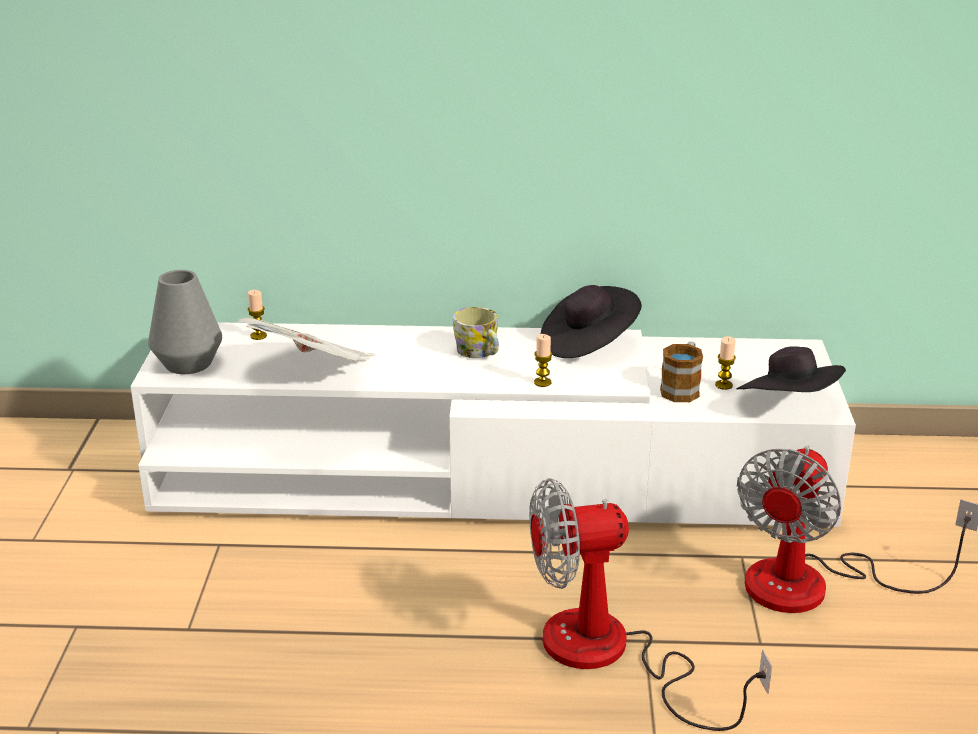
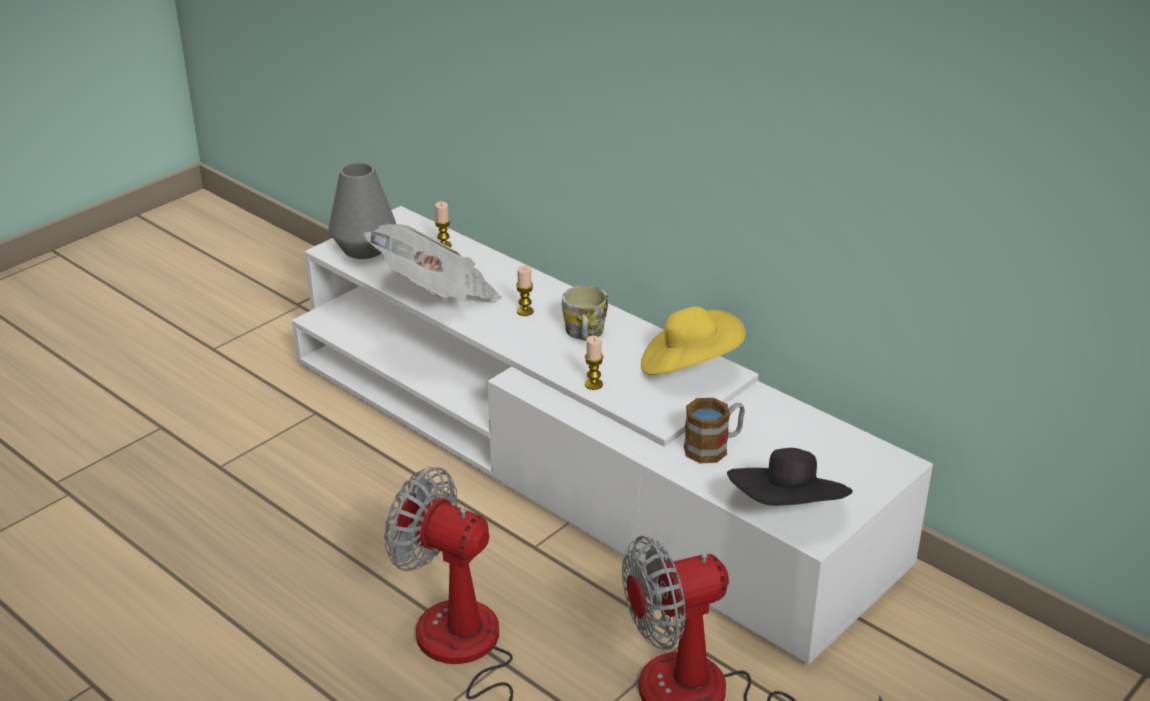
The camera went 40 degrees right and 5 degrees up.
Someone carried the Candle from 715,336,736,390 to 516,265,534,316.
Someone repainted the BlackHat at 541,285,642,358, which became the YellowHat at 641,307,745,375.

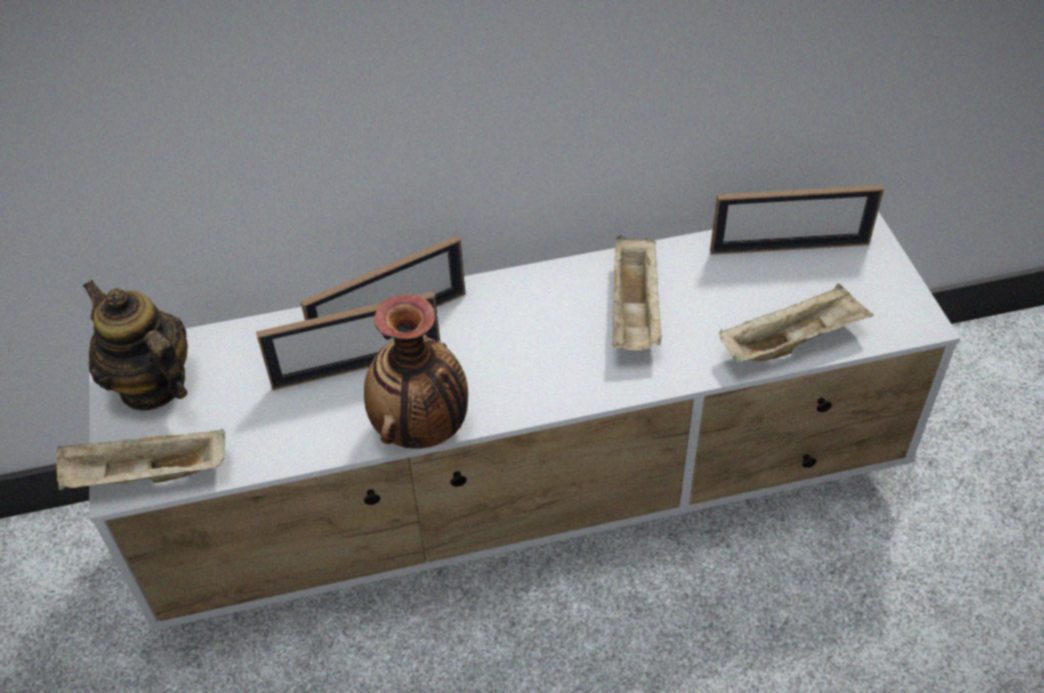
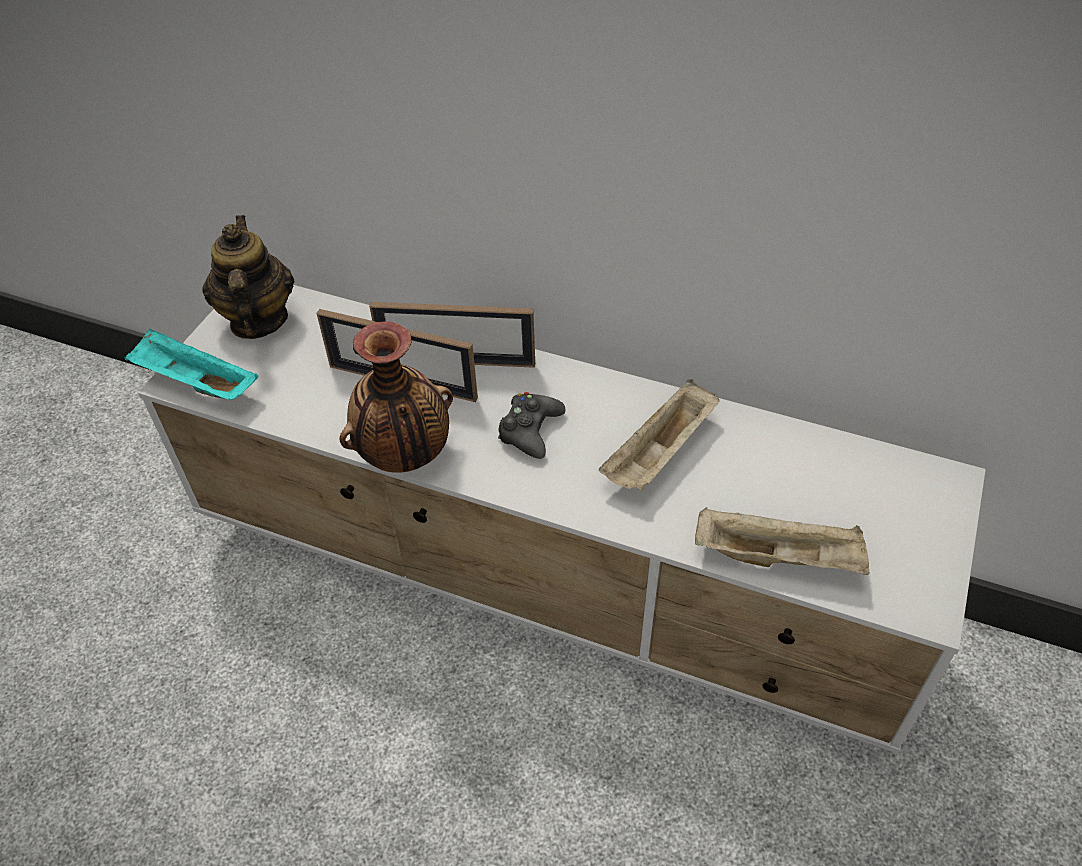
The camera went 35 degrees right and 0 degrees up.
Someone repainted the BeigeTray at 56,429,225,490, which became the TurquoiseTray at 125,328,258,400.
Someone put down the BlackGameController at 498,392,566,459.
Someone took away the PictureFrame at 710,185,884,255.

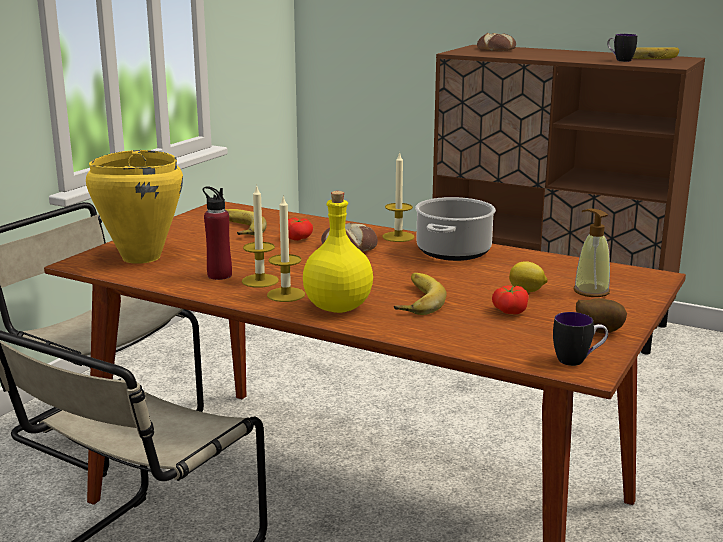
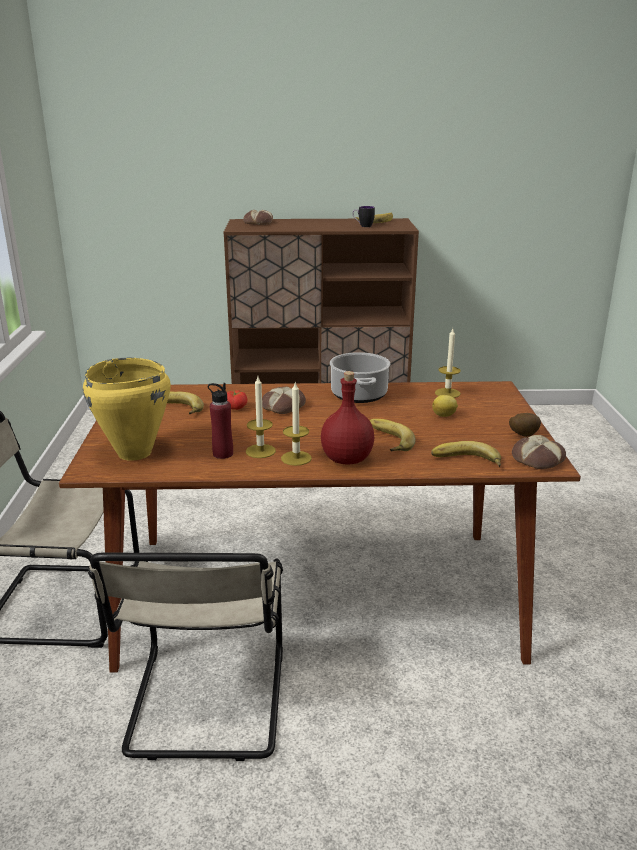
The camera went 30 degrees left and 5 degrees up.
Someone repainted the YellowBottle at 303,191,373,313, which became the RedBottle at 321,371,374,464.
Someone put down the Banana at 431,441,501,467.
Someone carried the Candle from 382,152,415,242 to 435,329,461,398.
Someone swapped the Mug at 553,312,608,366 for the Bread at 512,435,566,469.
Someone took away the Tomato at 492,285,529,315.
Someone took away the SoapDispenser at 574,208,610,297.

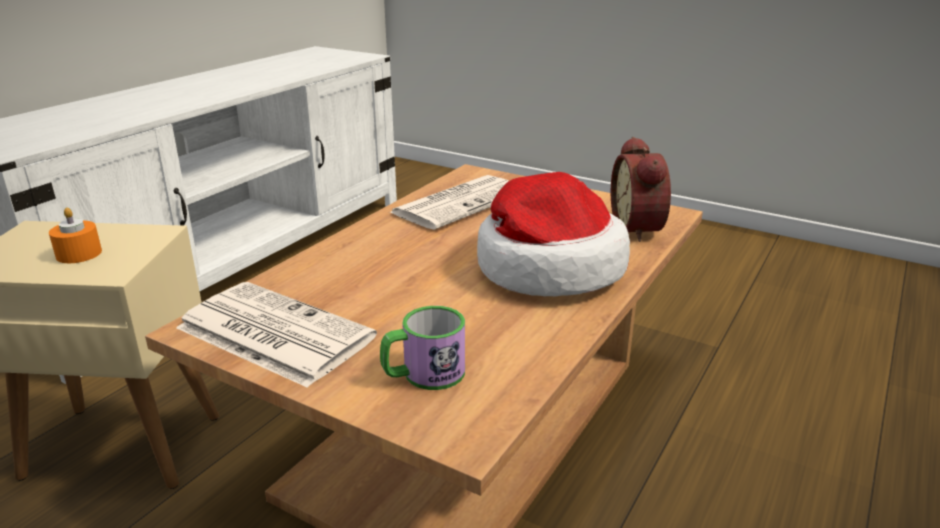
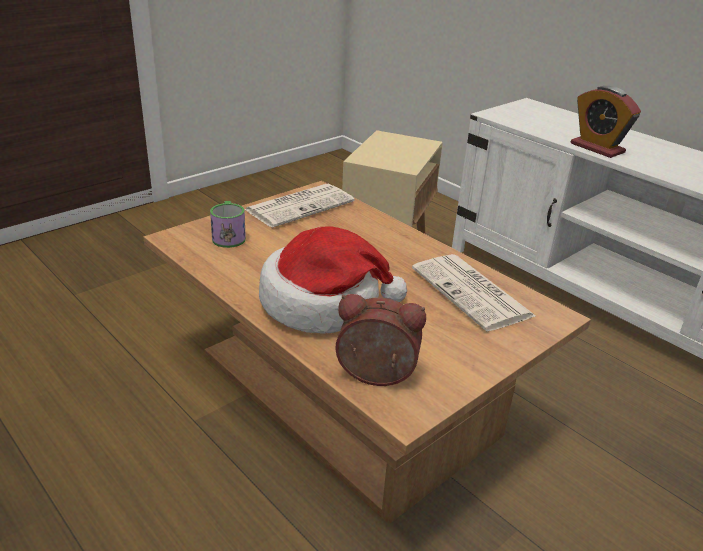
The camera went 105 degrees right and 5 degrees up.
Someone put down the AlarmClock at 571,86,641,158.
Someone took away the OrangeCandle at 49,207,102,263.

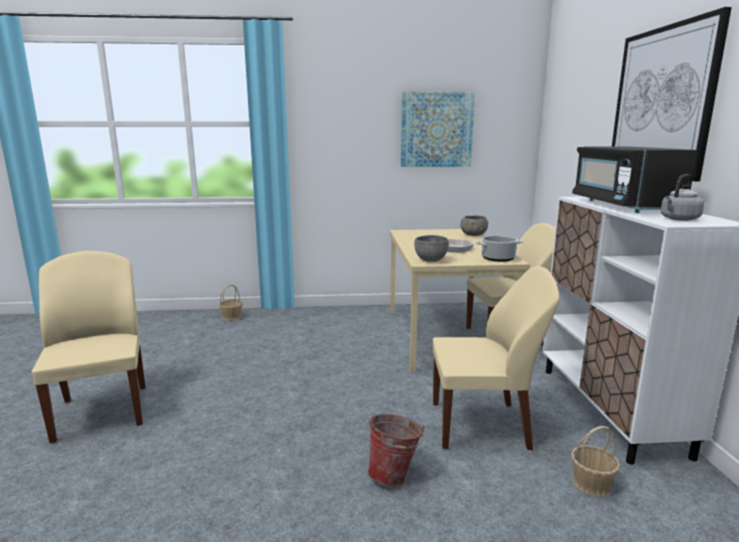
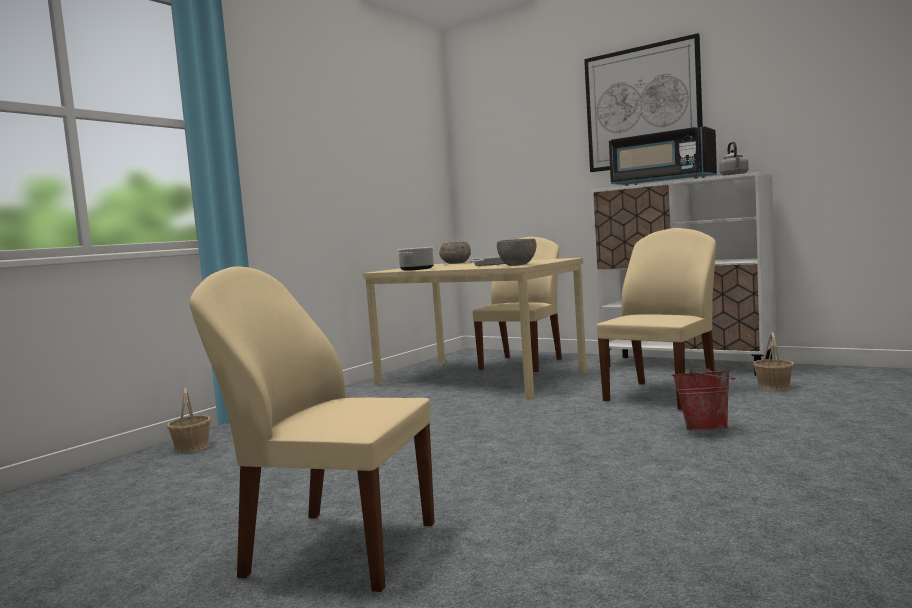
The camera went 50 degrees left and 10 degrees down.
Someone carried the CookingPot from 475,235,523,262 to 397,247,434,271.
Someone took away the Picture at 401,92,475,167.

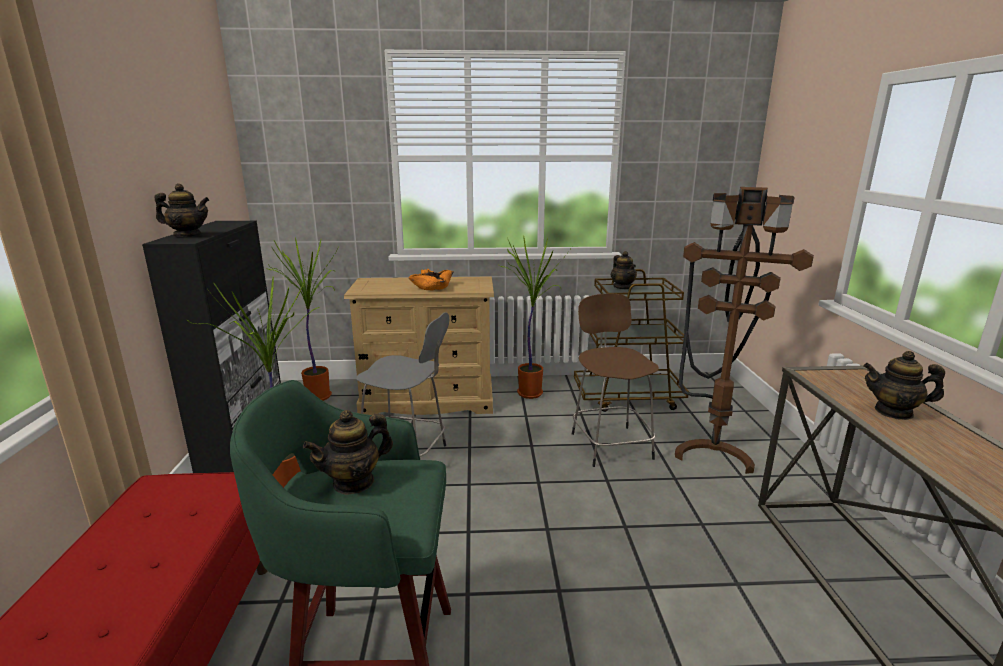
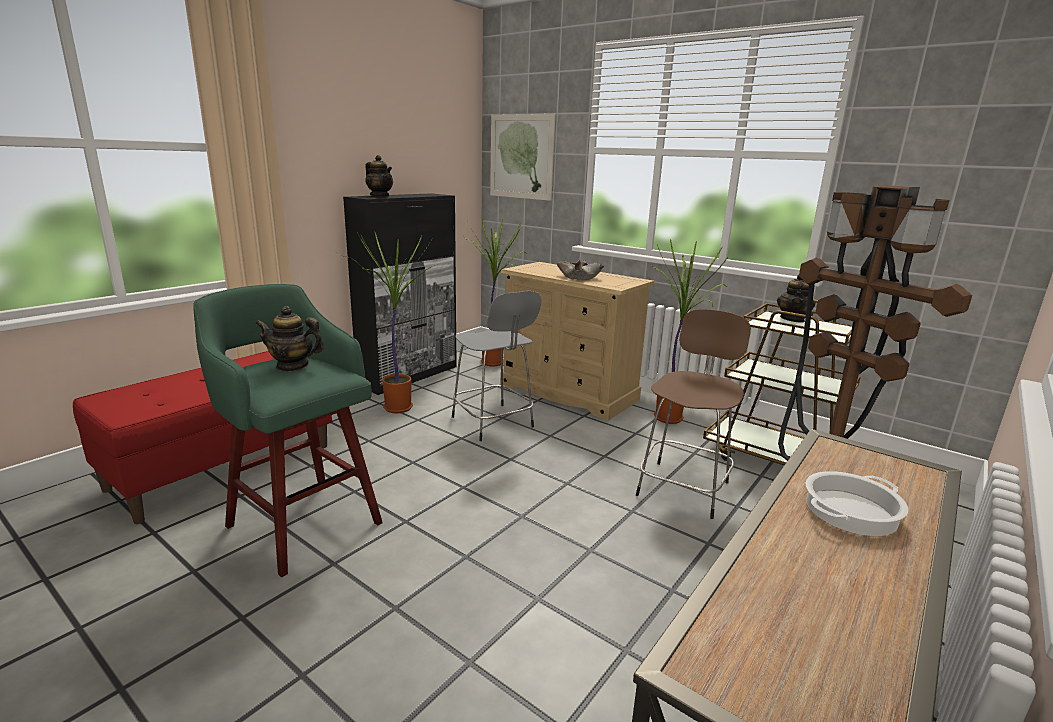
The camera went 40 degrees right and 0 degrees up.
Someone put up the Picture at 490,114,555,201.
Someone repainted the OrangeBowl at 409,269,454,291, which became the BeigeBowl at 557,260,604,280.
Someone swapped the Teapot at 863,351,945,420 for the CookingPot at 805,471,908,536.

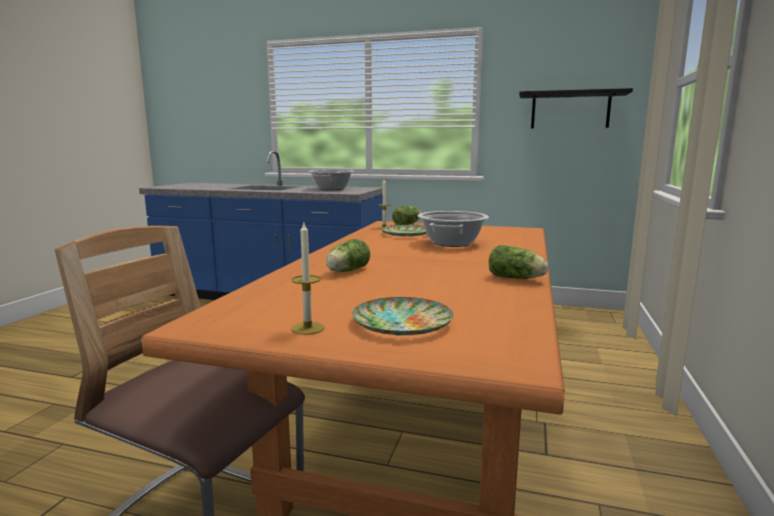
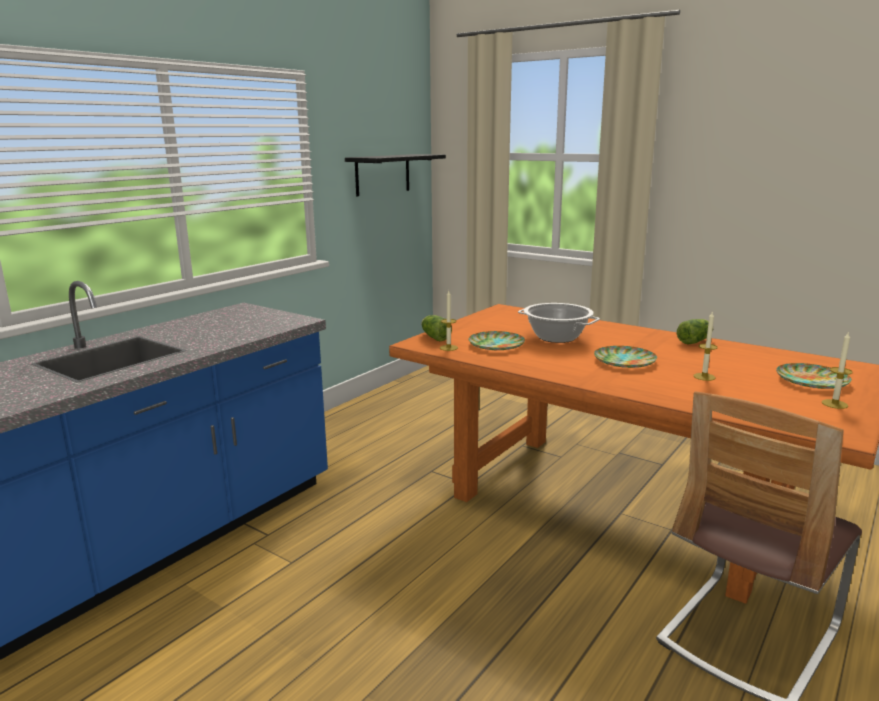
The camera went 70 degrees left and 5 degrees up.
Someone put down the Plate at 594,346,657,368.
Someone put down the Candle at 693,312,718,381.
Someone took away the CookingPot at 309,170,354,190.
Someone took away the Lettuce at 326,239,370,272.

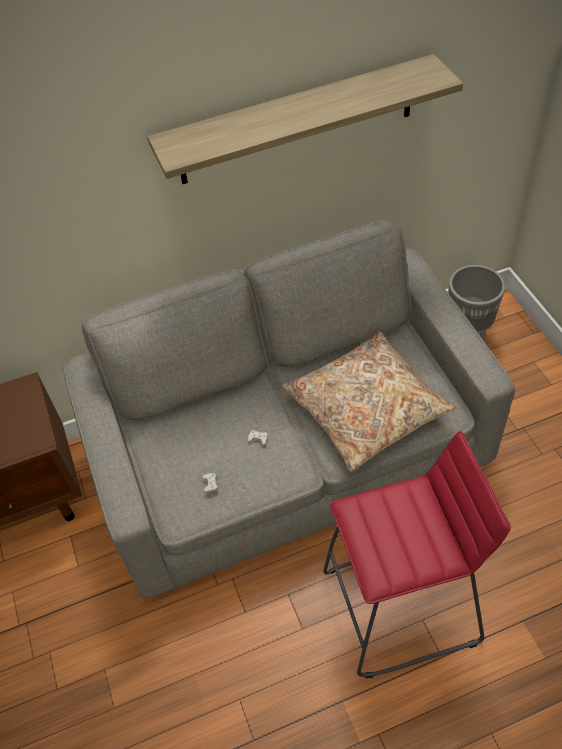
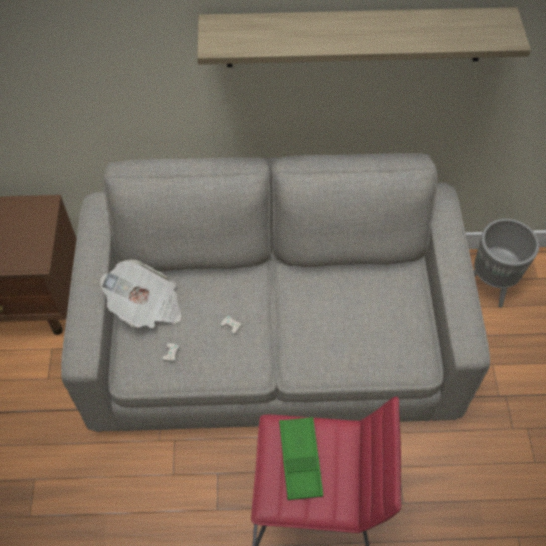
The camera went 15 degrees right and 5 degrees up.
Someone put down the Newspaper at 100,260,181,328.
Someone put down the GreenTray at 279,417,323,500.
Someone took away the BeigePillow at 282,331,456,472.

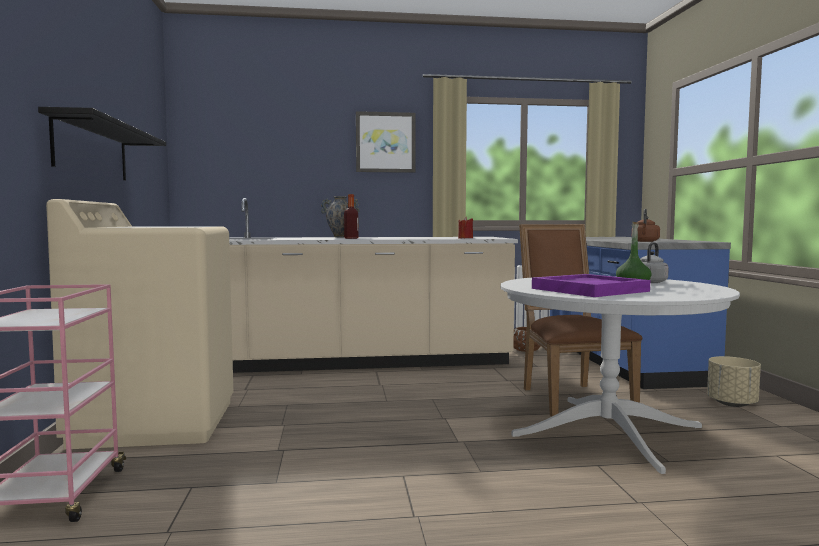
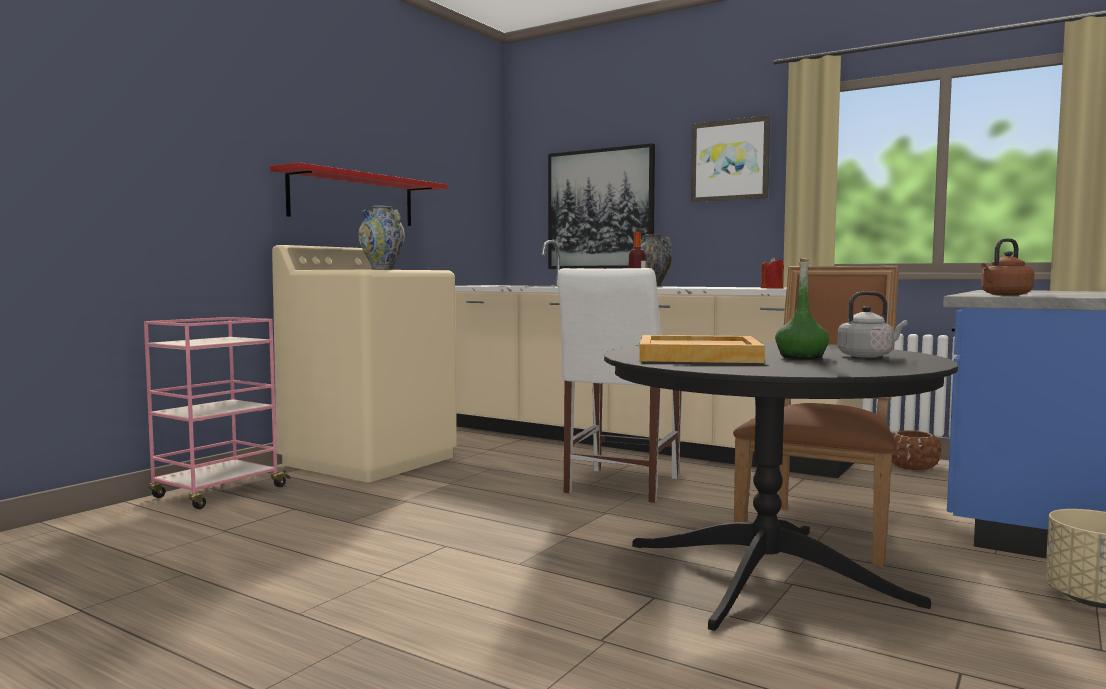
The camera went 40 degrees right and 0 degrees up.
Someone repainted the BlackShelf at 38,107,166,180, which became the RedShelf at 270,162,447,226.
Someone put down the Vase at 358,206,405,270.
Someone put up the Picture at 548,143,655,269.
Someone put down the WhiteChair at 557,268,682,503.
Someone repainted the WhiteDiningTable at 500,276,740,474, which became the BlackDiningTable at 604,342,958,631.
Someone repainted the PurpleTray at 532,274,650,297, which became the BeigeTray at 639,335,765,363.

